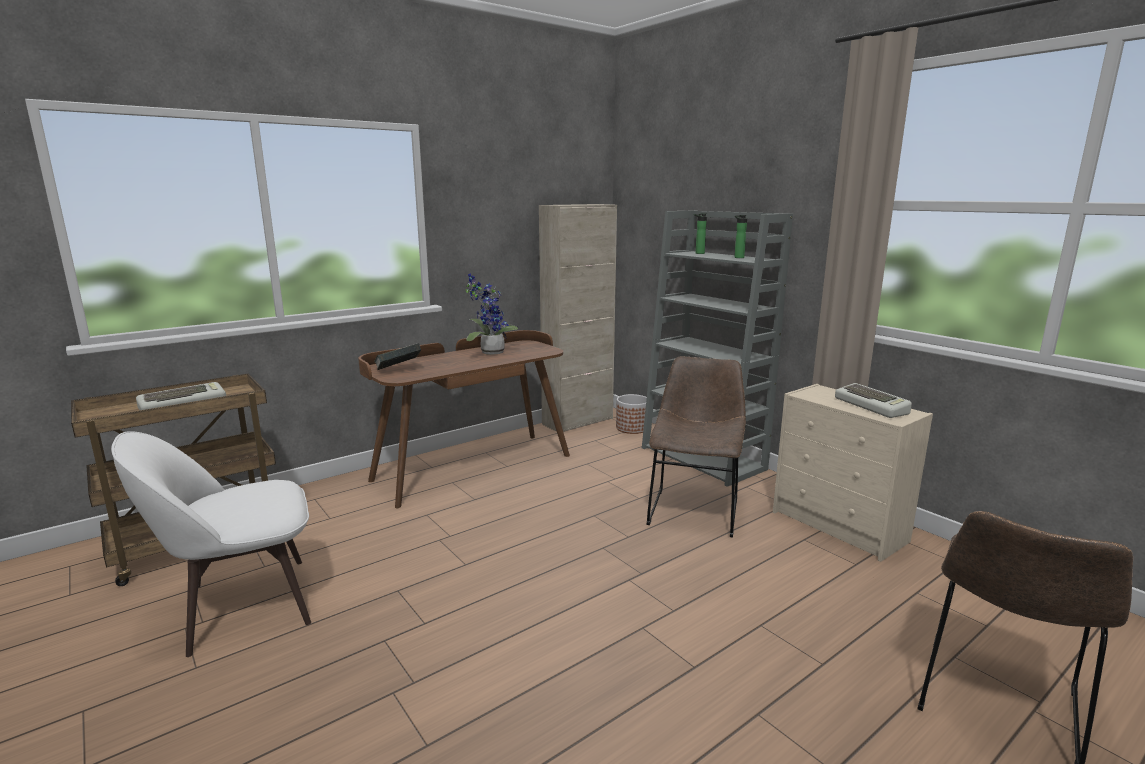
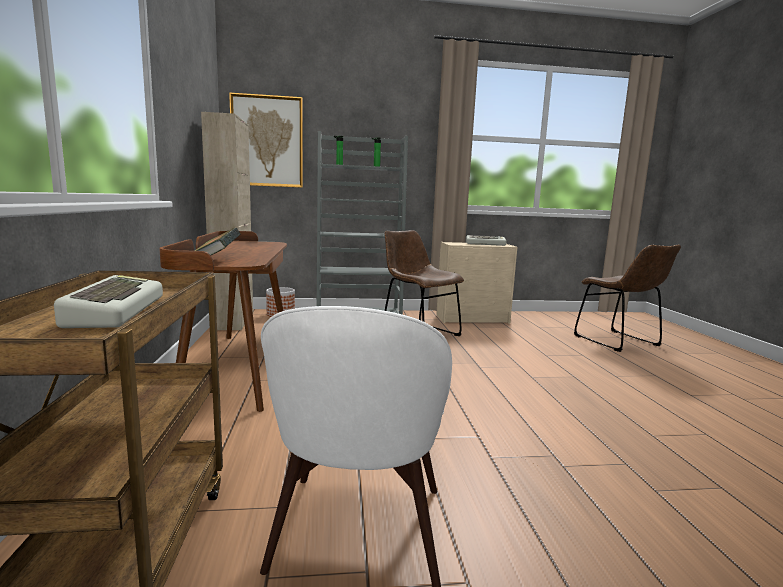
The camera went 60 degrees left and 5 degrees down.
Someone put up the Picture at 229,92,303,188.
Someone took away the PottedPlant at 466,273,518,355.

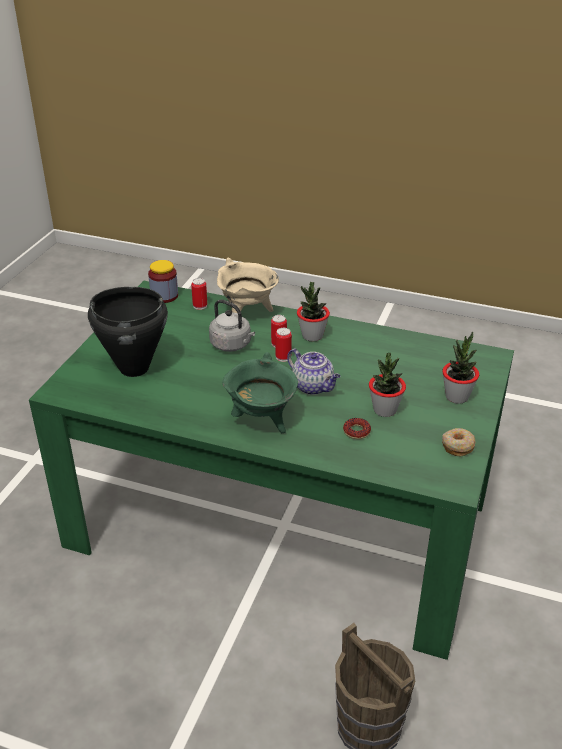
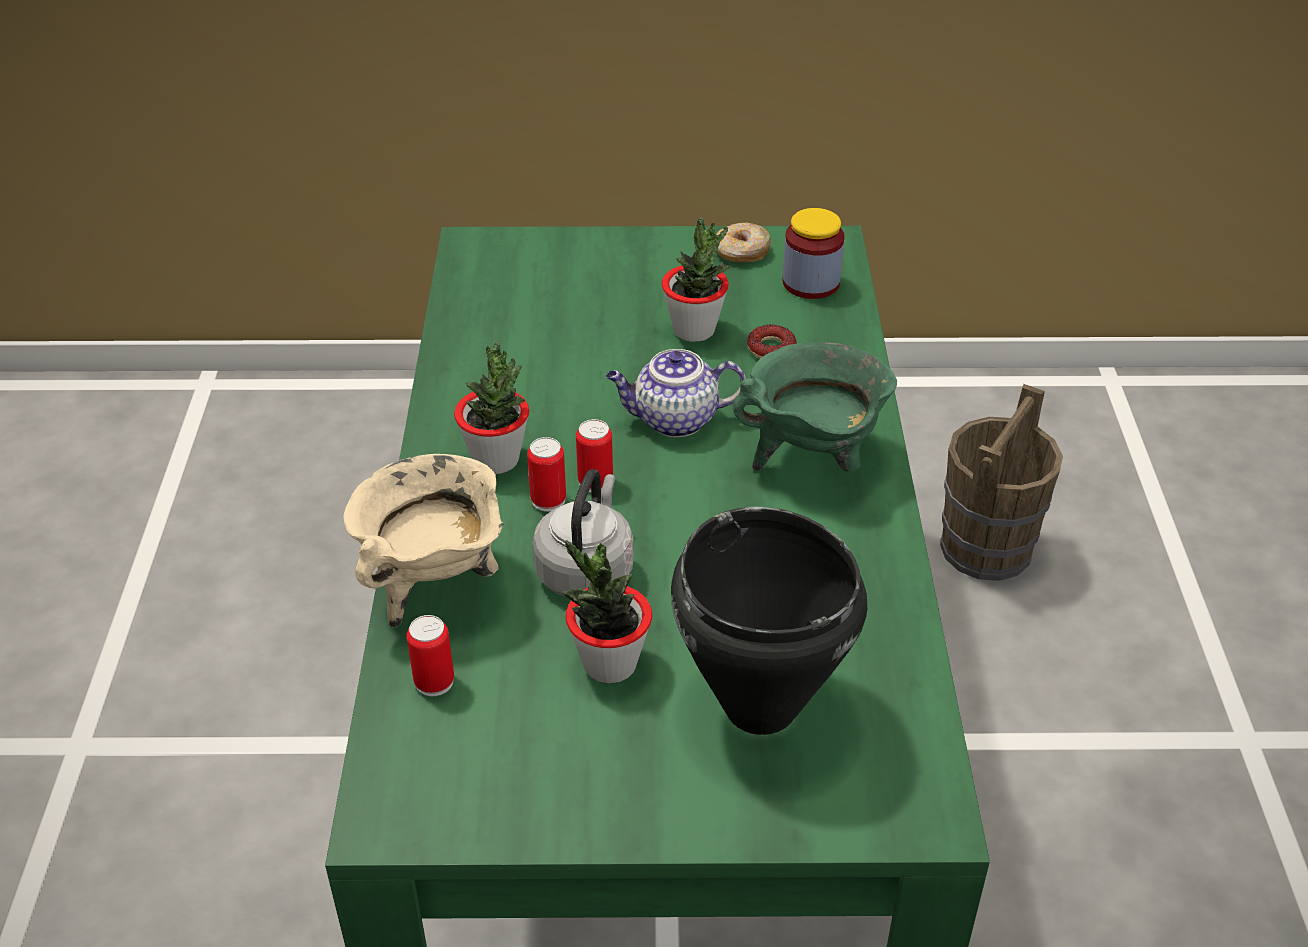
The camera went 110 degrees left and 5 degrees up.
Someone carried the PottedPlant from 442,332,479,404 to 563,540,652,684.
Someone rotated the Teapot at 287,349,341,395 by 120 degrees counterclockwise.
Someone carried the Jar from 148,260,178,303 to 783,208,845,299.

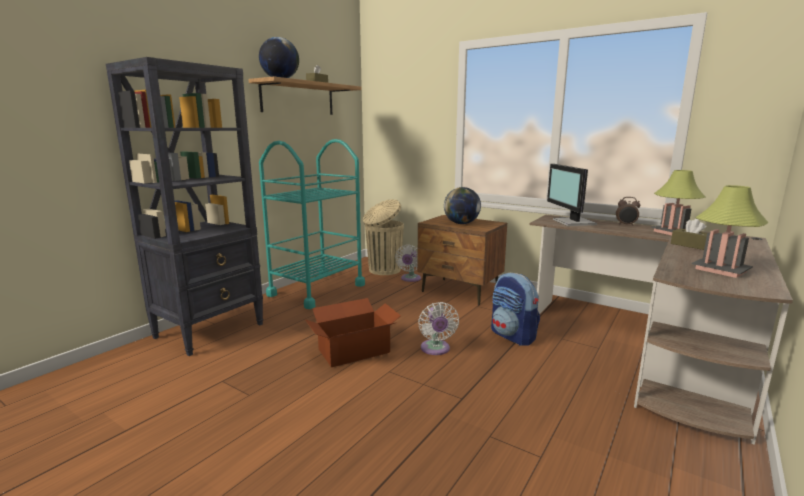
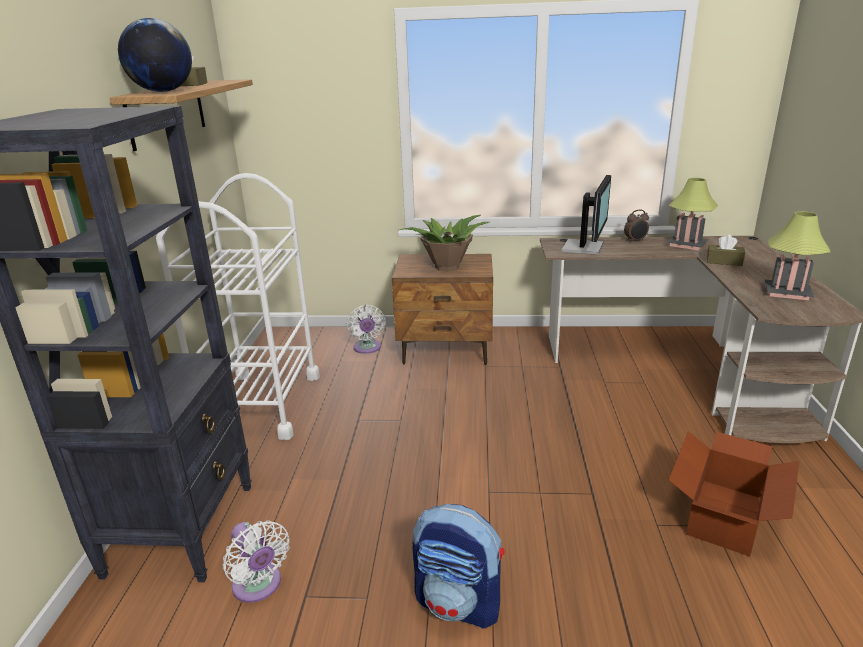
The camera went 30 degrees left and 10 degrees up.
Someone repainted the TurquoiseCart at 259,139,365,309, which became the WhiteCart at 156,173,320,440.
Someone carried the WhiteFan from 418,302,459,355 to 223,520,290,603.
Someone swapped the Globe at 444,187,481,224 for the PottedPlant at 400,215,490,272.
Someone carried the Backpack from 491,273,540,346 to 412,504,505,629.
Someone rotated the Monitor at 547,164,597,226 by 120 degrees counterclockwise.
Someone carried the CardboardBox from 305,298,401,367 to 669,431,799,557.
Someone took away the BeigeTrashCan at 363,199,404,275.

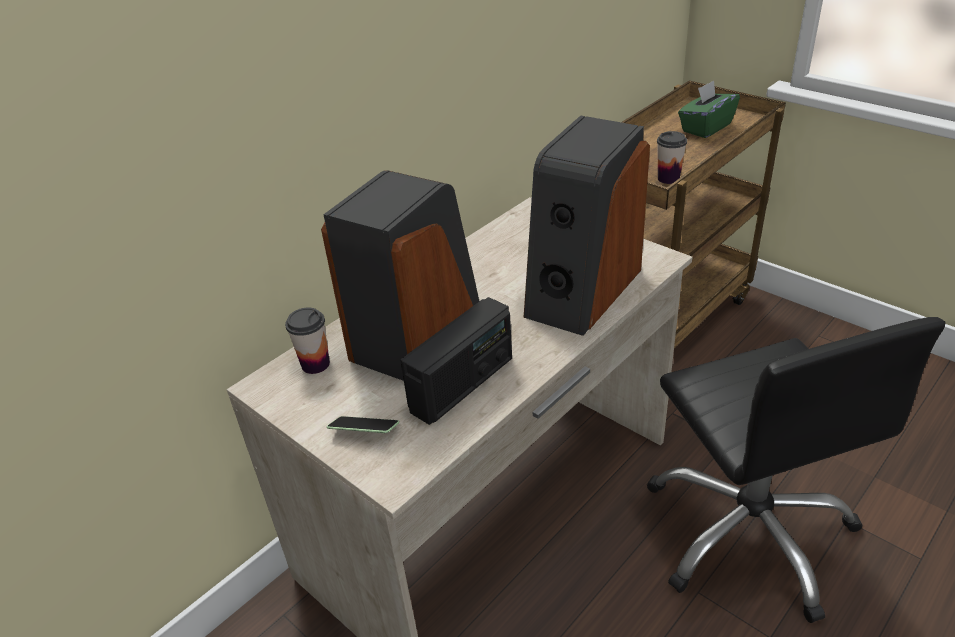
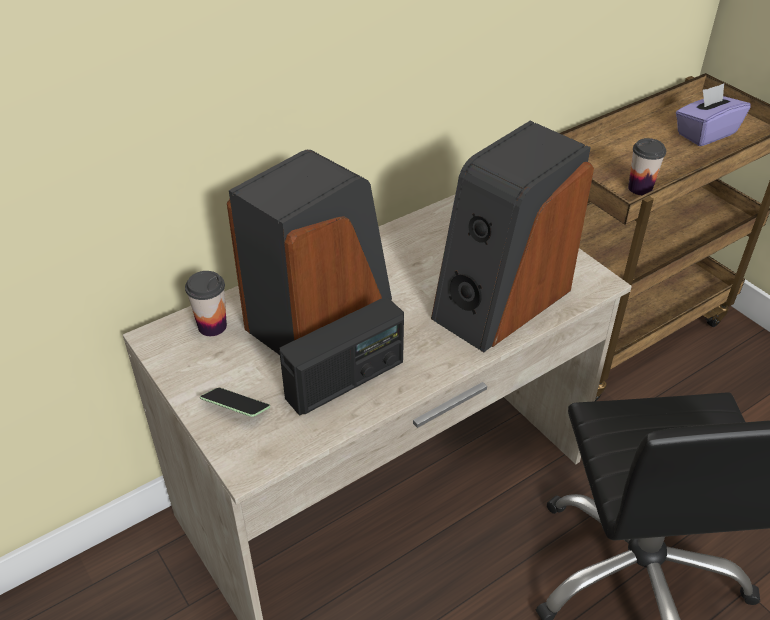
The camera went 10 degrees right and 5 degrees up.
Someone repainted the GreenTissueBox at 678,81,740,138, which became the PurpleTissueBox at 676,84,751,146.

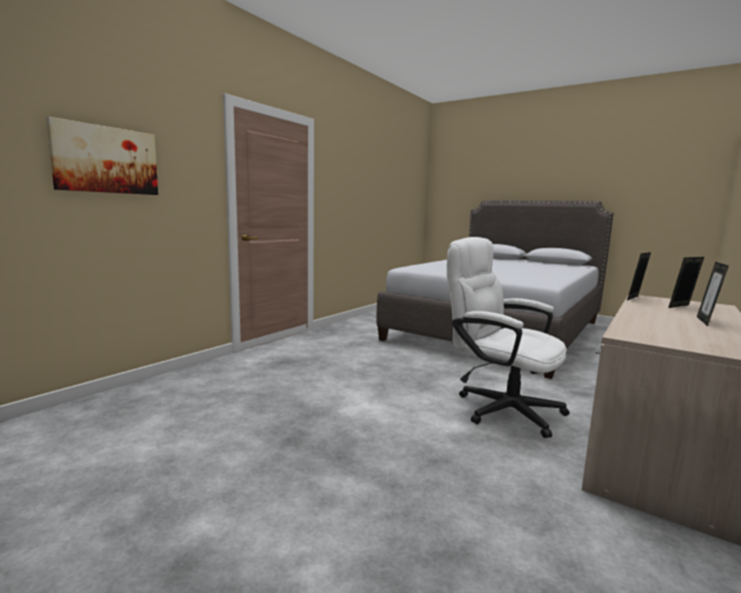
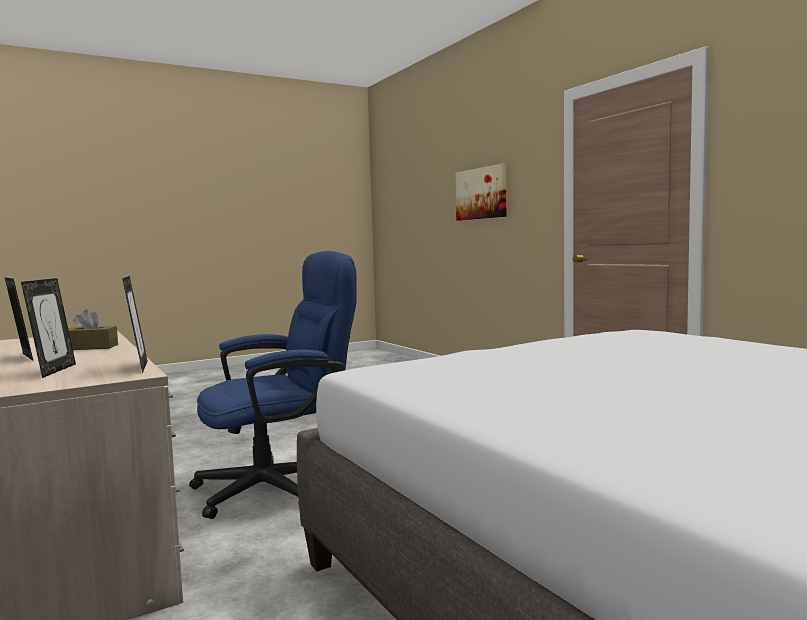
The camera went 115 degrees right and 5 degrees down.
Someone put down the BrownTissueBox at 68,309,118,350.
Someone repainted the WhiteOfficeChair at 447,237,570,438, which became the BlueOfficeChair at 189,251,357,519.

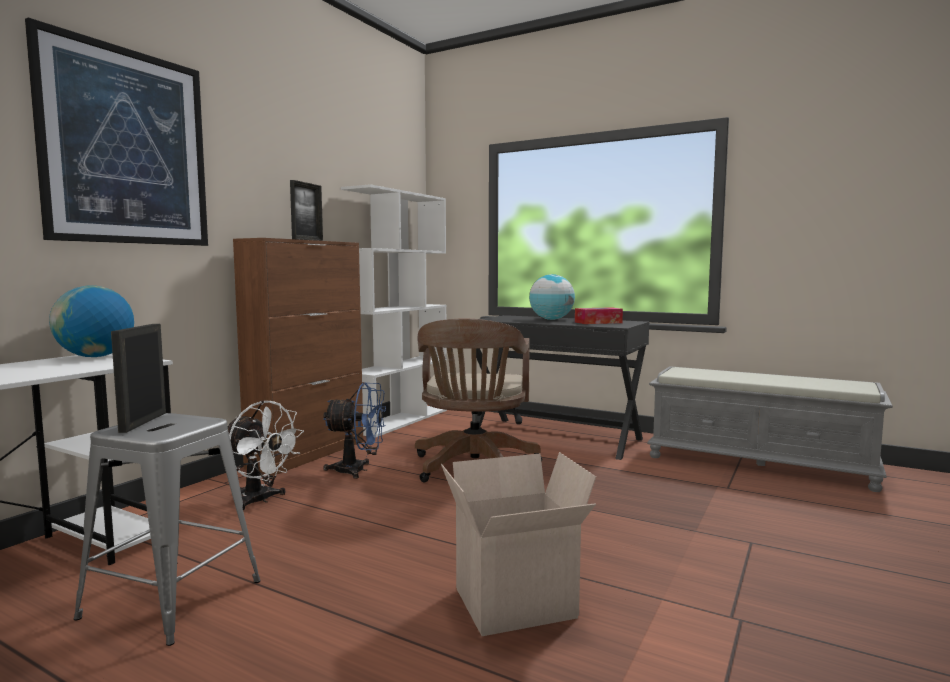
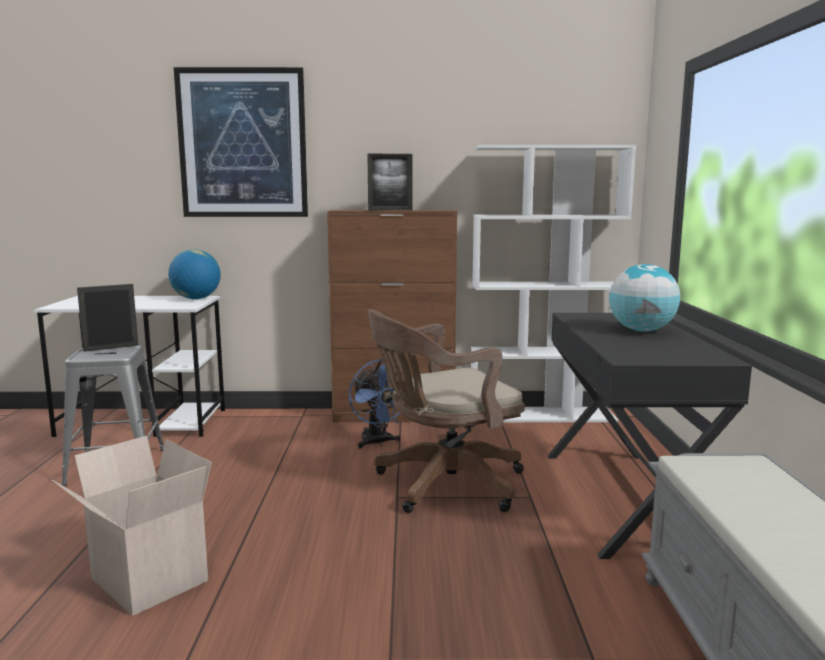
The camera went 60 degrees right and 5 degrees up.
Someone took away the WhiteFan at 228,400,304,510.
Someone took away the TissueBox at 575,307,623,324.

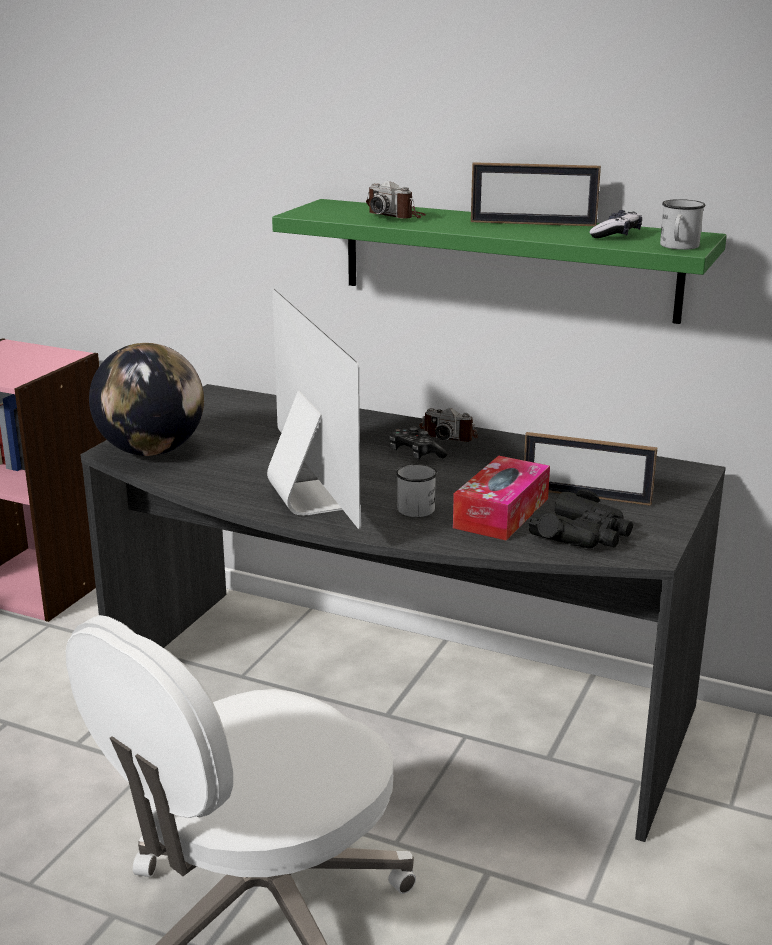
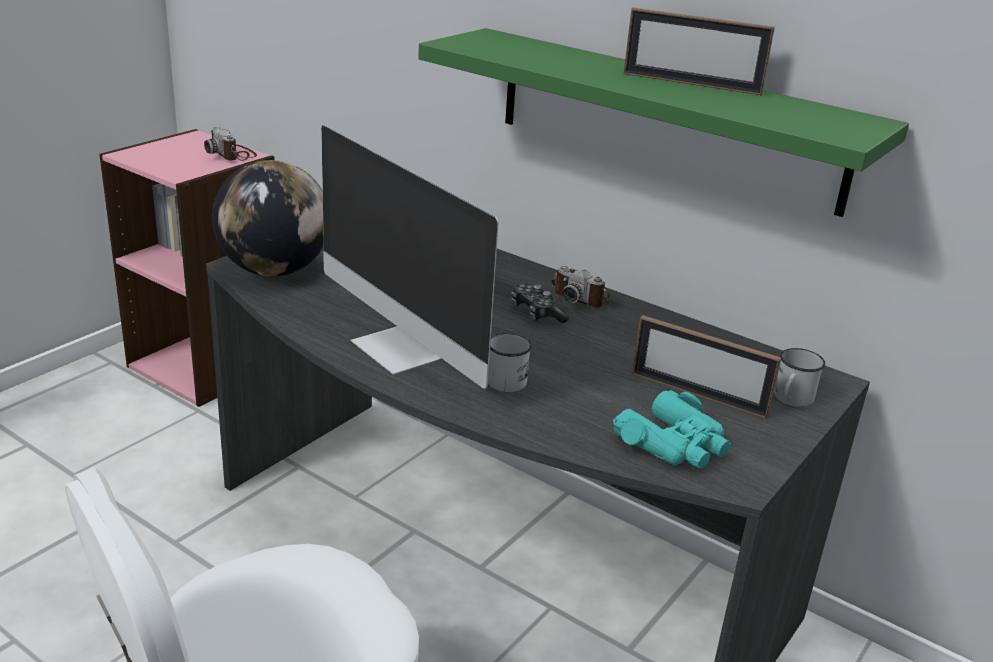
The camera went 10 degrees right and 5 degrees up.
Someone carried the PhotoCamera from 366,181,426,219 to 204,127,257,161.
Someone rotated the Monitor at 267,289,361,529 by 150 degrees clockwise.
Someone repainted the BlackBinoculars at 528,489,633,549, which became the TurquoiseBinoculars at 613,390,731,469.
Someone carried the WhiteMug from 660,199,705,250 to 774,348,825,407.
Someone took away the TissueBox at 453,456,550,541.
Someone took away the GameController at 589,210,642,238.

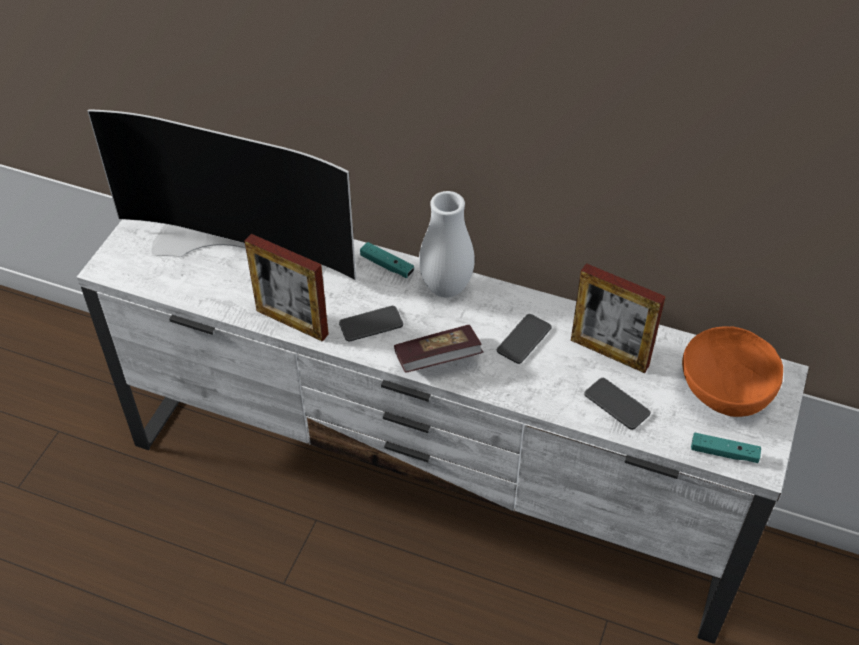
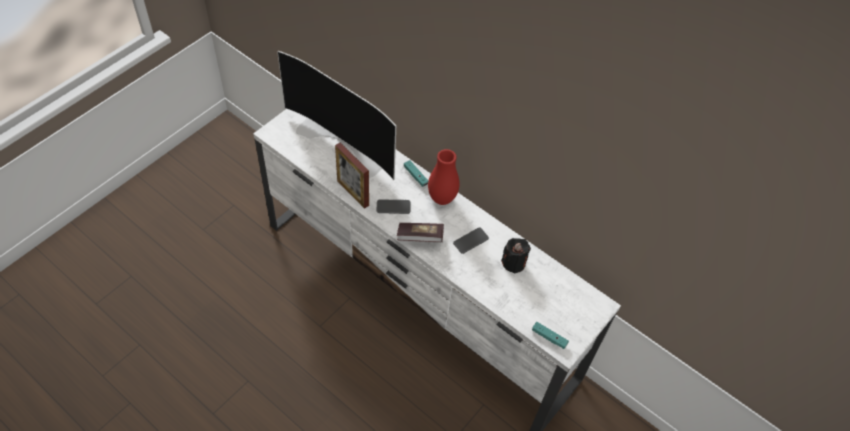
The camera went 15 degrees right and 5 degrees up.
Someone repainted the WhiteVase at 419,191,475,297, which became the RedVase at 428,149,460,205.
Someone swapped the PictureFrame at 571,263,666,373 for the BlackCandle at 501,238,531,274.
Someone took away the Phone at 584,378,650,430.
Someone took away the OrangeBowl at 682,327,783,417.

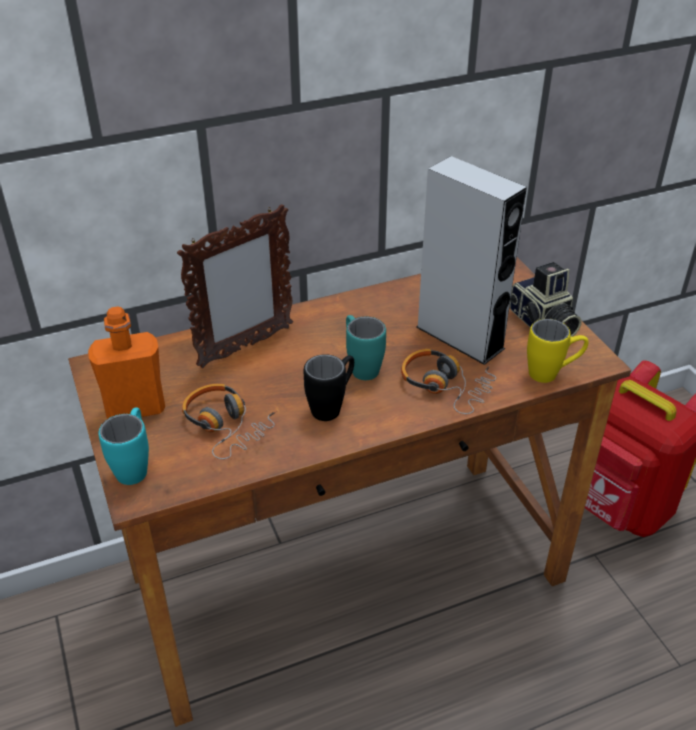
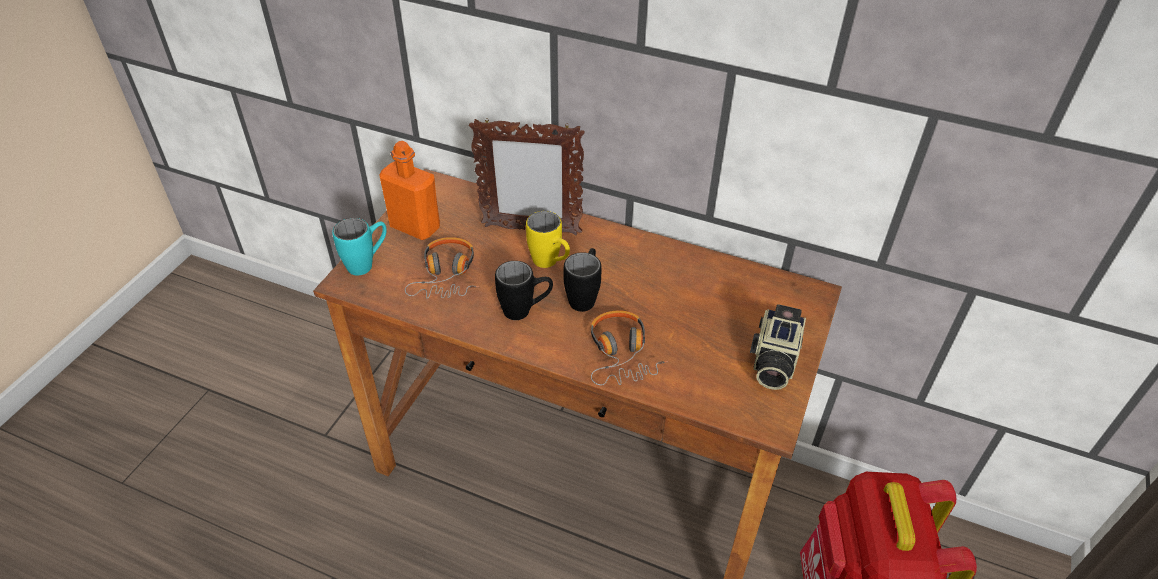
The camera went 45 degrees right and 5 degrees up.
Someone carried the YellowMug from 527,319,589,383 to 526,211,570,268.
Someone repainted the TurquoiseMug at 346,315,386,380, which became the BlackMug at 564,248,602,312.
Someone took away the GreySpeaker at 416,156,527,365.

